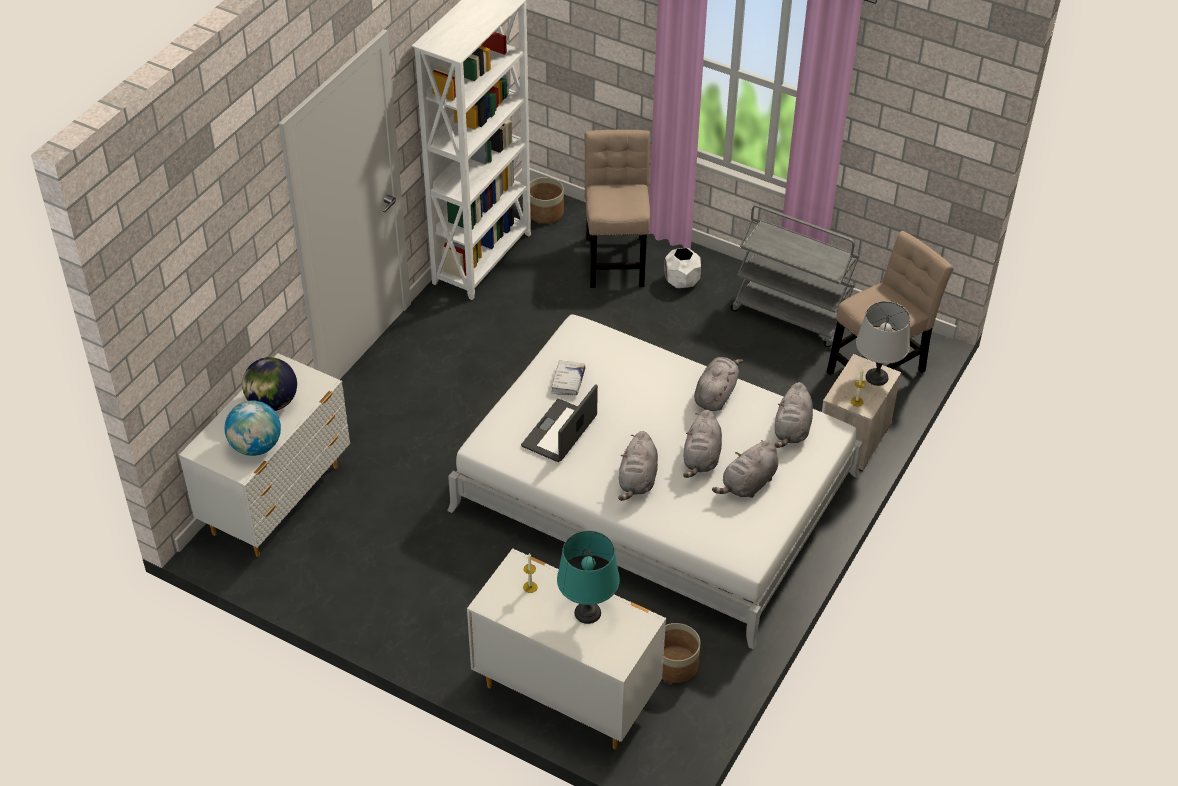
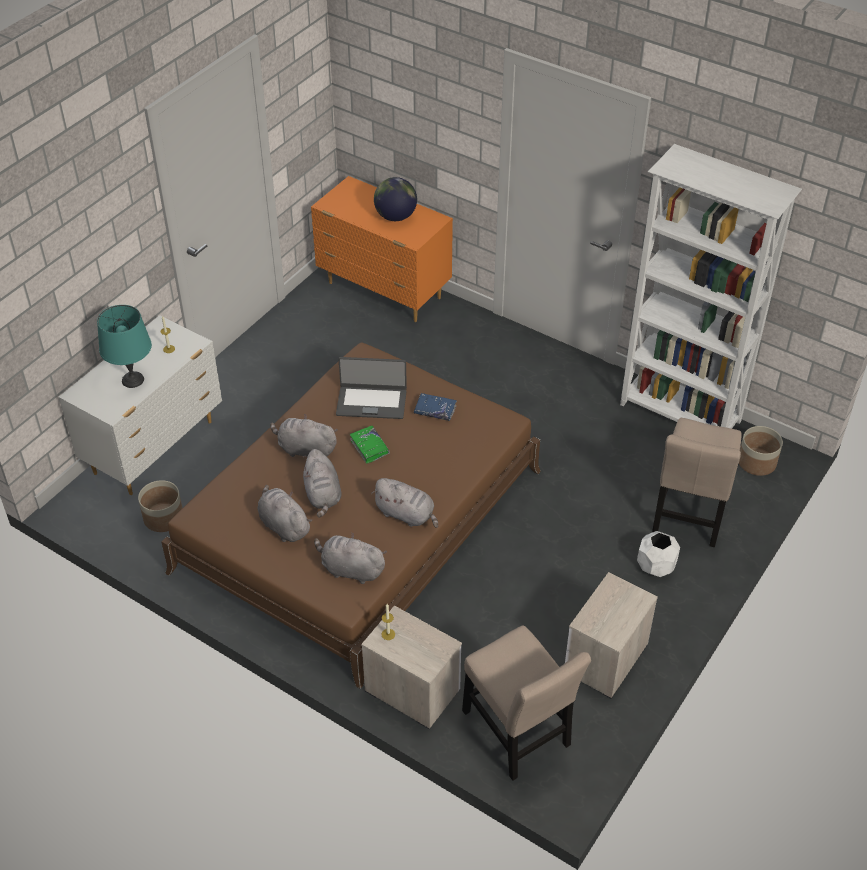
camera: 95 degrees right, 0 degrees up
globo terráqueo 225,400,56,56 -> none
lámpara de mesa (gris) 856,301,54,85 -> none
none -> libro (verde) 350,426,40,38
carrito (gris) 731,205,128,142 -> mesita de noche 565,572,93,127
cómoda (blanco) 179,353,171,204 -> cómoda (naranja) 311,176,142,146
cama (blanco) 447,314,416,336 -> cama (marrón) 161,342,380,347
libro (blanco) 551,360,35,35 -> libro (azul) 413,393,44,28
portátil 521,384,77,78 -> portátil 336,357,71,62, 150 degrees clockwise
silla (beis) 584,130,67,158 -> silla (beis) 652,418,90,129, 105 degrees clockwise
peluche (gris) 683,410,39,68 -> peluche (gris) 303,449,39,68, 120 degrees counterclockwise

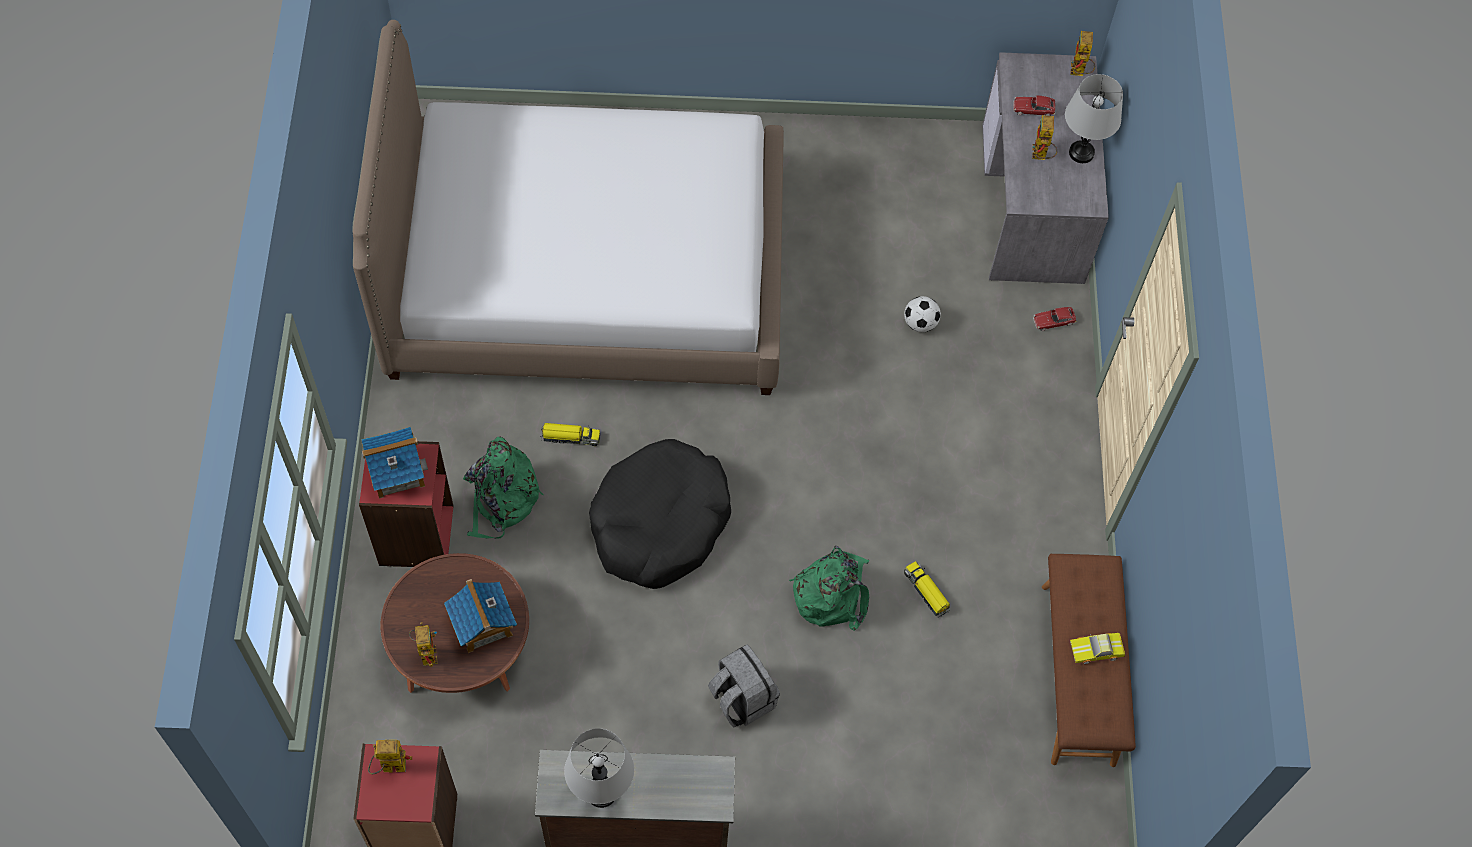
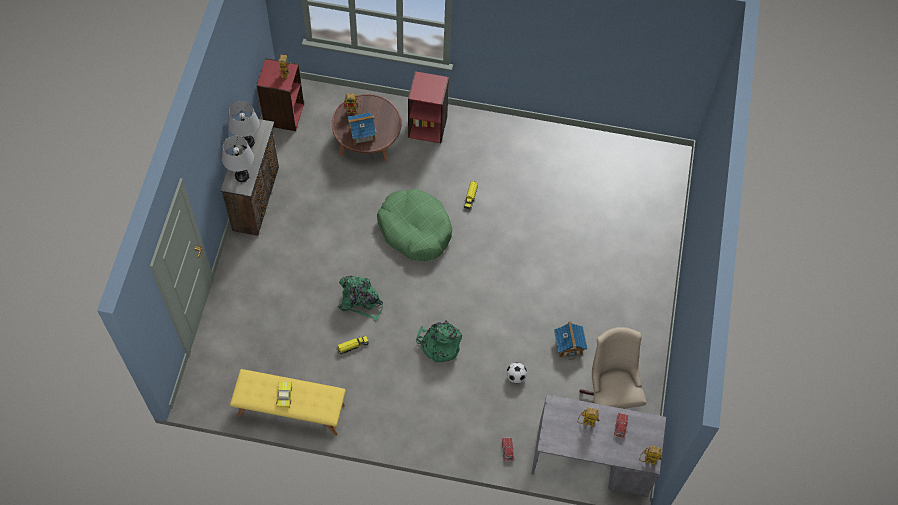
camera: 100 degrees right, 0 degrees up
cama 352,20,432,375 -> none
mochila (gris) 708,644,72,83 -> none
none -> silla de oficina (beis) 579,327,68,82
casita 361,427,67,72 -> casita 554,321,34,39, moved
mochila (verde) 463,437,81,102 -> mochila (verde) 416,321,46,42, moved
lámpara de mesa (gris) 1065,74,58,89 -> lámpara de mesa (gris) 222,136,32,46, moved
cama para perro (negro) 589,439,142,150 -> cama para perro (verde) 377,189,75,72
banco (marrón) 1042,554,94,213 -> banco (amarillo) 230,369,116,67

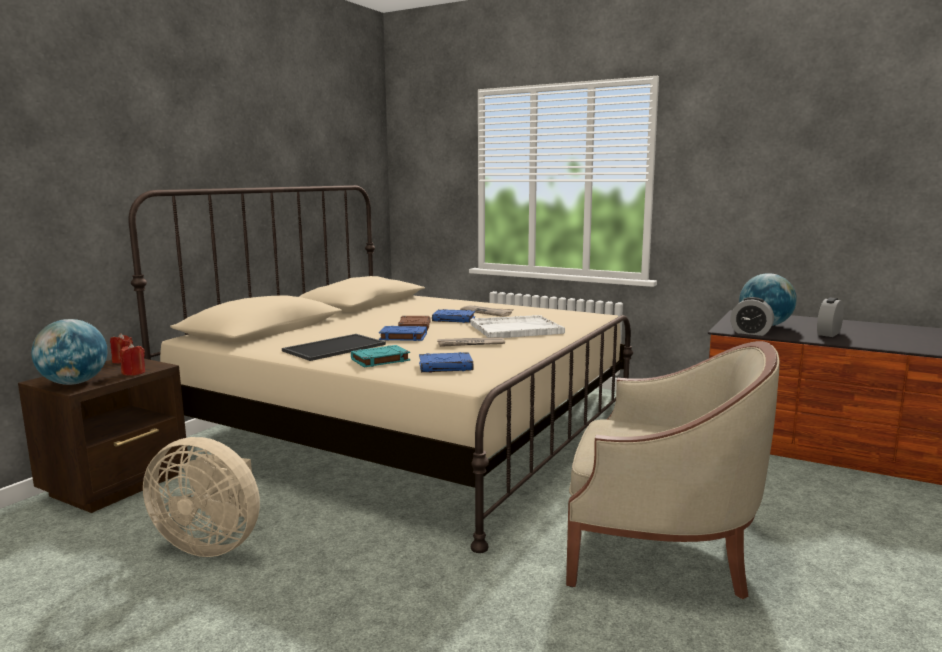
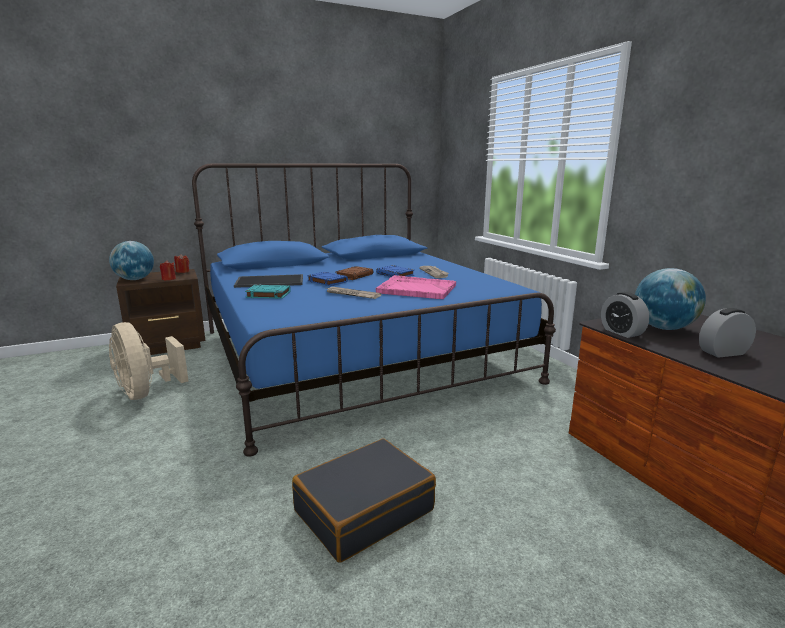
camera: 35 degrees right, 5 degrees up
libro (azul) 419,352,54,21 -> none
sillón (beis) 566,341,214,258 -> maleta (negro) 292,439,144,124
cama (beis) 128,185,505,368 -> cama (azul) 192,163,364,294
bandeja (blanco) 470,315,95,23 -> bandeja (rosa) 376,275,80,24

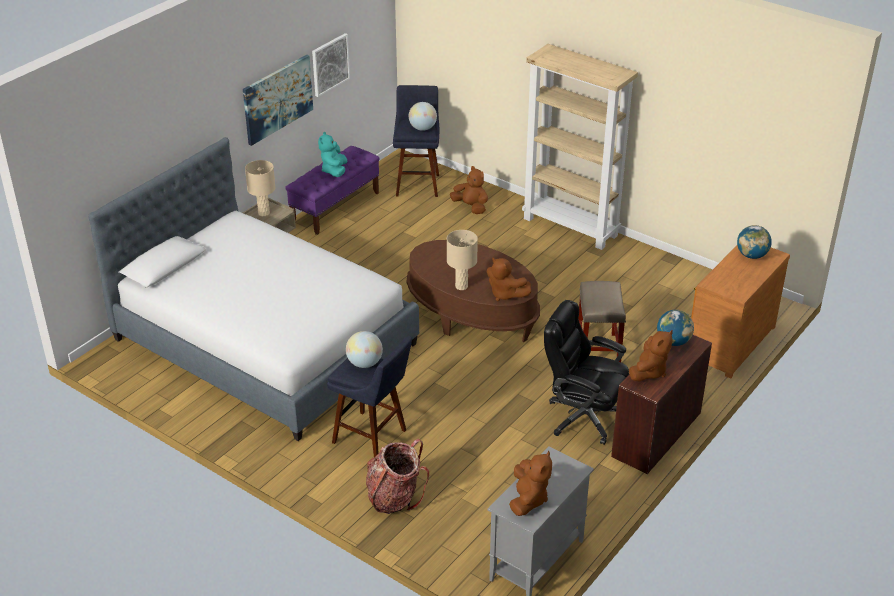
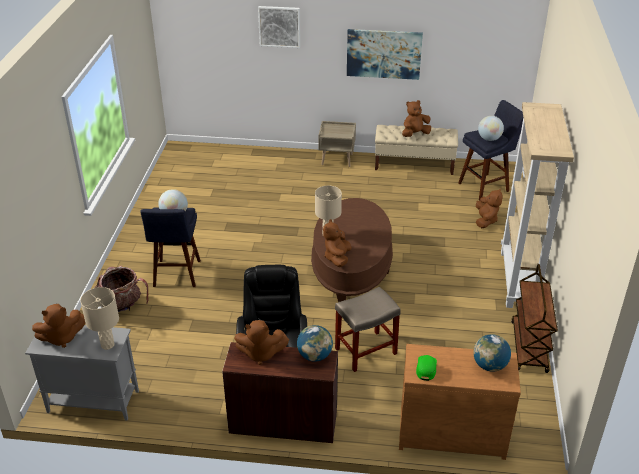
camera: 60 degrees right, 0 degrees up
cama 88,137,331,304 -> none
none -> gorra (verde) 416,355,21,26
none -> carrito (marrón) 511,264,47,109
lámpara de mesa (beis) 245,160,31,56 -> lámpara de mesa (beis) 80,287,39,63, moved
cuadro 312,33,38,64 -> cuadro 258,6,42,42, moved
banco (morado) 285,146,95,89 -> banco (beis) 375,125,83,50
peluche (turquesa) 318,132,29,45 -> peluche (marrón) 402,100,29,37

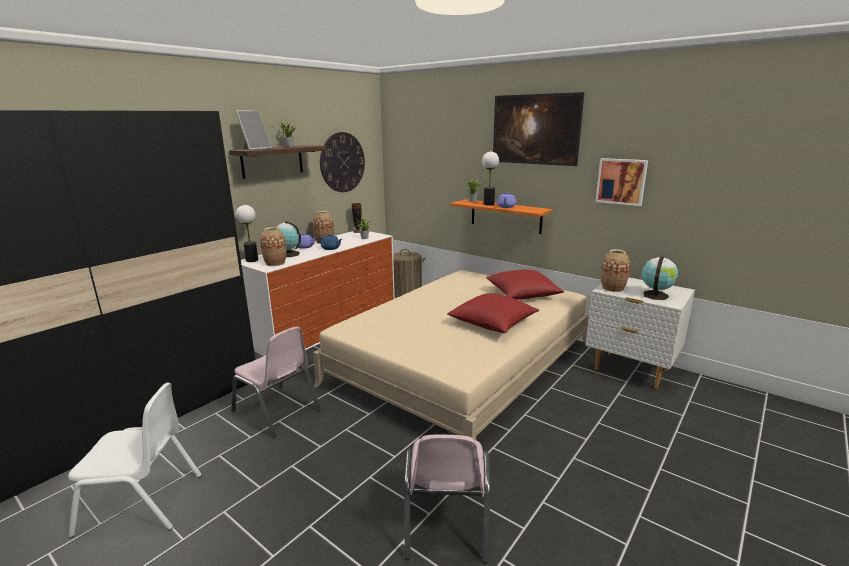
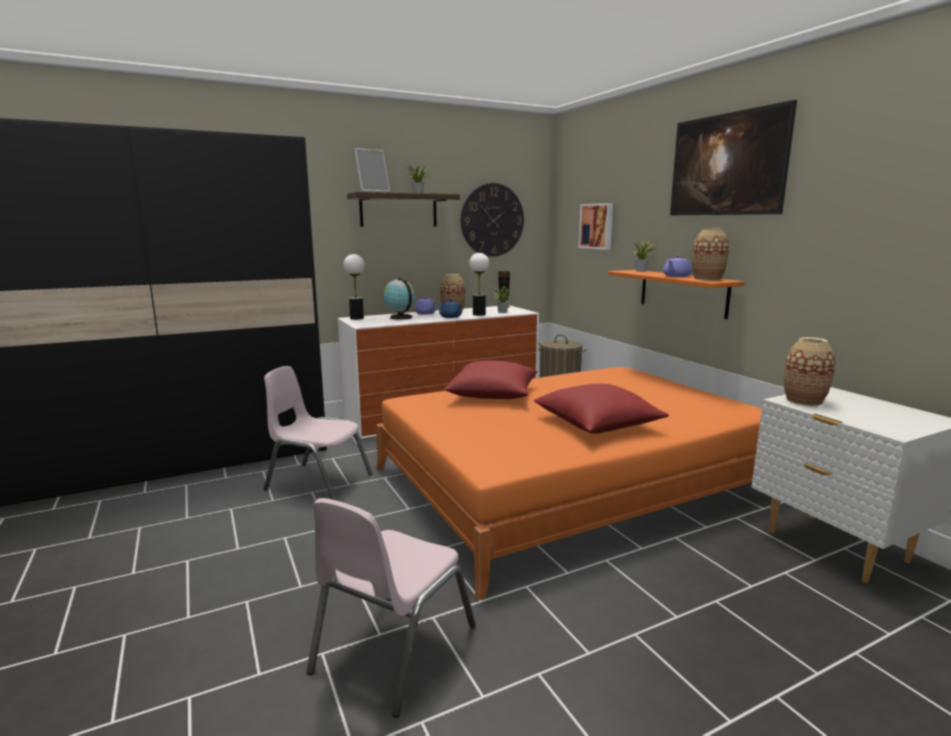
camera: 25 degrees right, 5 degrees down
silla (blanco) 68,383,134,155 -> none
globo terráqueo 641,257,37,43 -> none
florero 260,227,26,39 -> florero 692,228,37,53, moved
lámpara de mesa 482,151,17,55 -> lámpara de mesa 469,253,20,63, moved
cojín (rojo) 486,270,78,30 -> cojín (rojo) 444,361,93,38, moved
cuadro 595,158,53,48 -> cuadro 578,203,35,47, moved
cama (beis) 313,270,276,170 -> cama (naranja) 375,367,387,233
silla (rosa) 231,327,90,111 -> silla (rosa) 264,366,109,135, 135 degrees clockwise

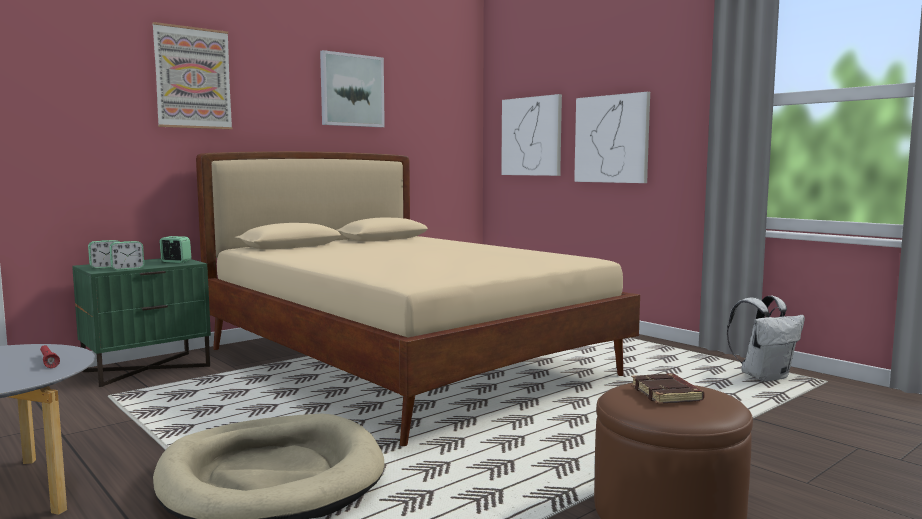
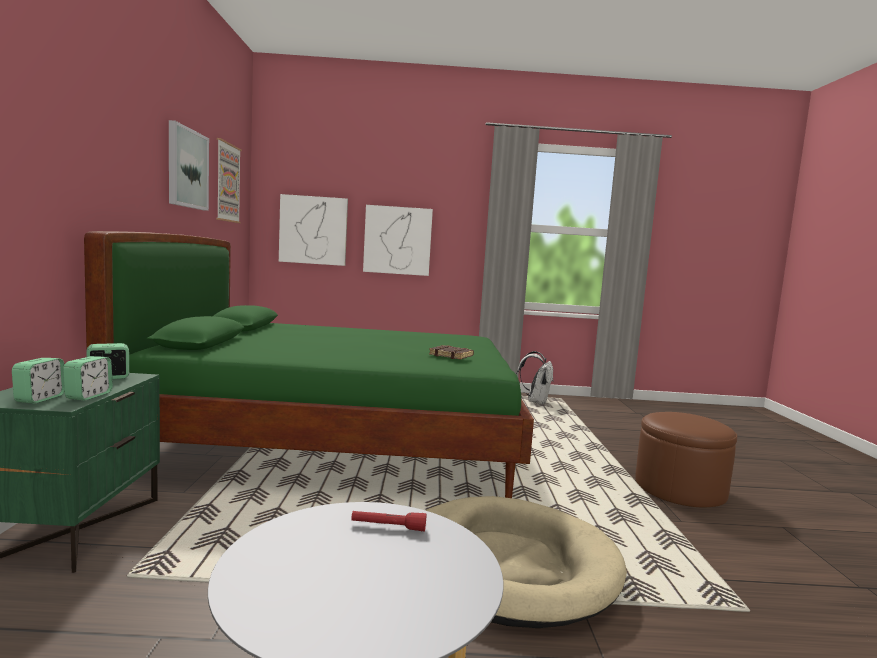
camera: 50 degrees left, 0 degrees up
cuadro 152,22,80,107 -> cuadro 216,138,26,85, moved
libro (marrón) 631,373,74,31 -> libro (marrón) 429,345,45,14, moved
cama (beis) 196,151,444,295 -> cama (verde) 84,231,450,267

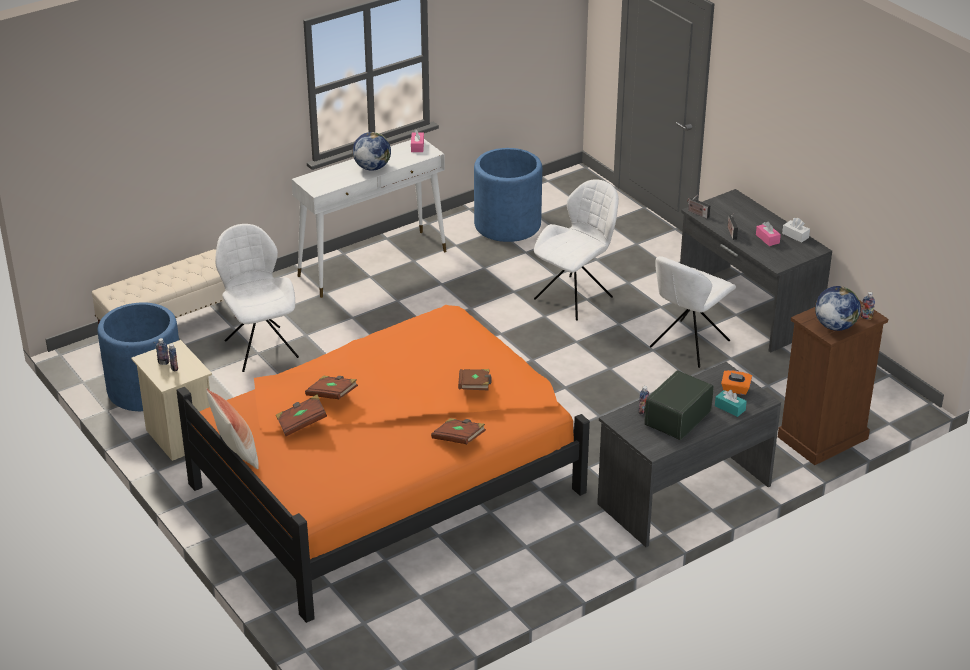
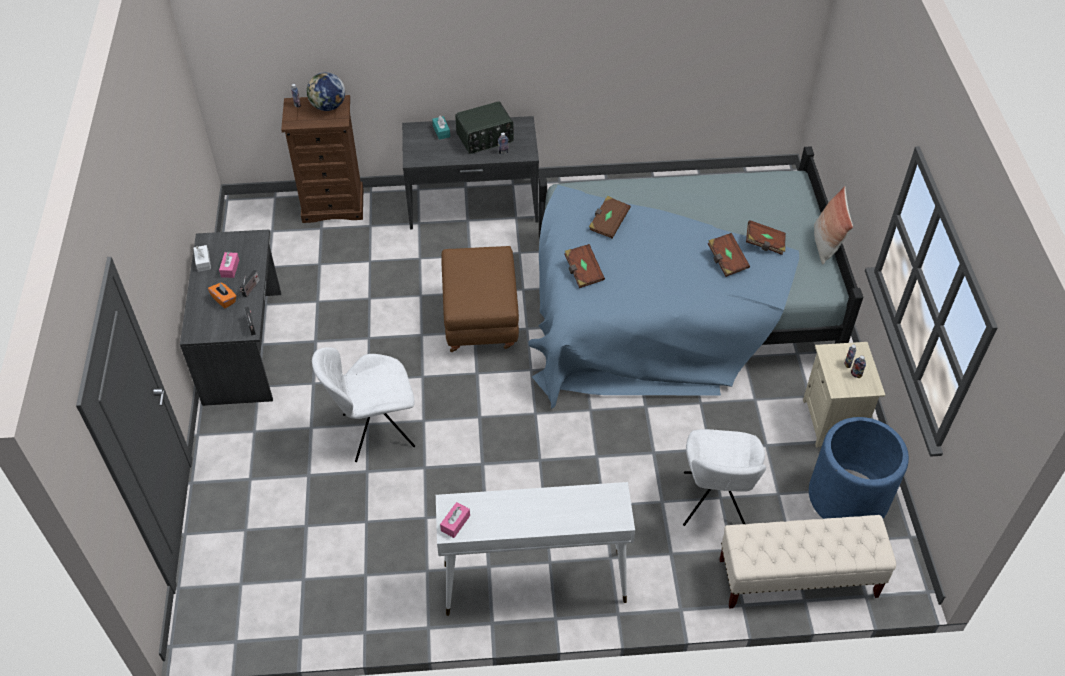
camera: 150 degrees left, 15 degrees up
globo terráqueo 353,132,38,39 -> none
maceta (azul) 474,148,68,94 -> none
silla (blanco) 650,256,86,112 -> none
none -> puf (marrón) 441,246,78,106
libro (marrón) 431,418,55,26 -> libro (marrón) 564,244,41,44, moved
caja de pañuelos (naranja) 721,370,31,25 -> caja de pañuelos (naranja) 208,282,28,27, moved
cama (naranja) 176,305,414,318 -> cama (azul) 528,146,335,263

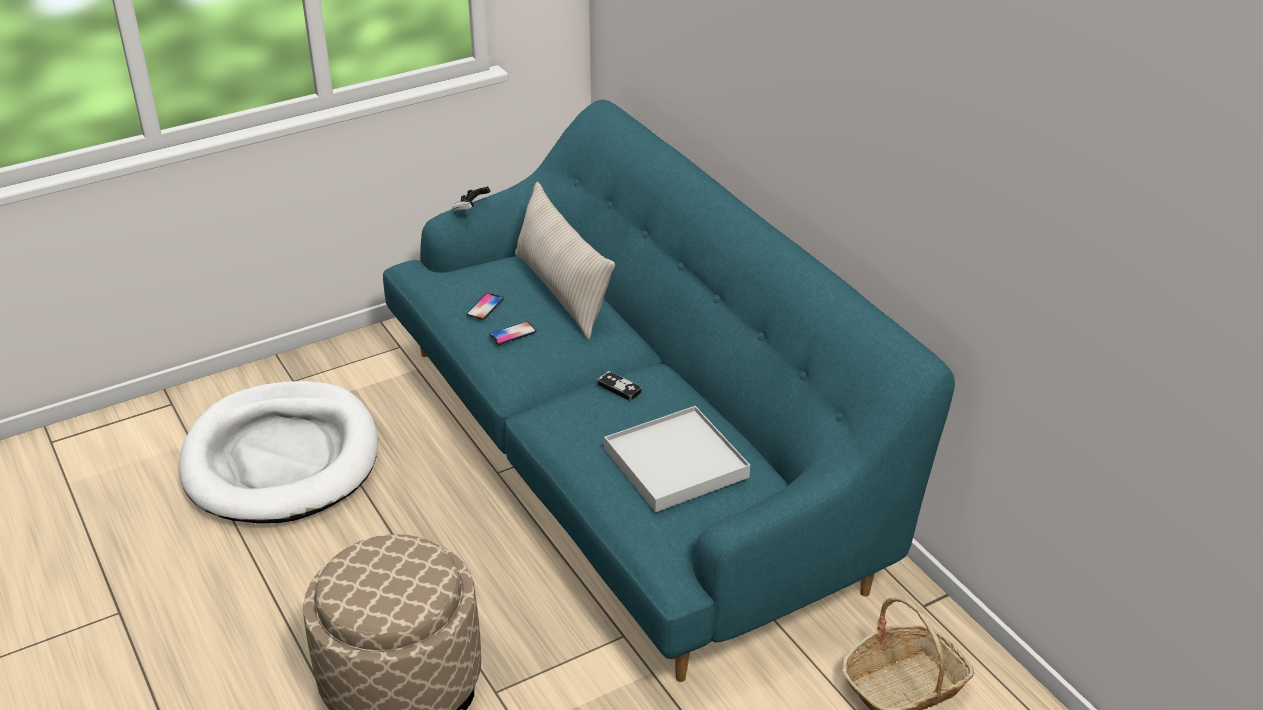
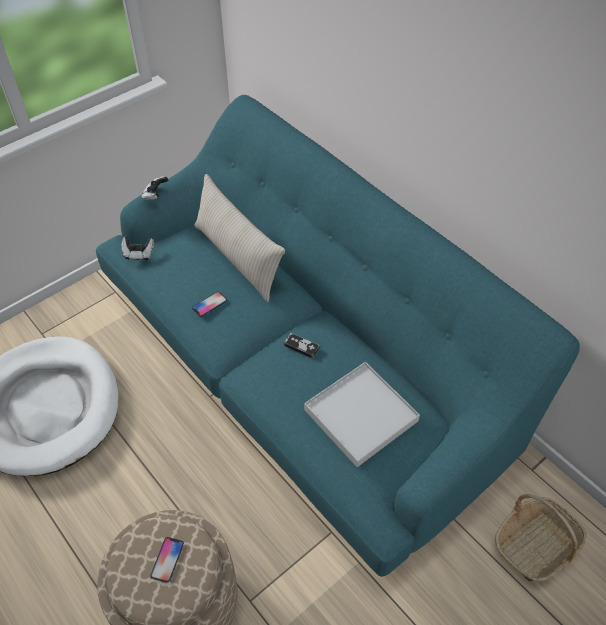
camera: 10 degrees left, 15 degrees up
none -> mando de consola 122,237,32,23
móvil 466,293,38,27 -> móvil 150,537,34,46, moved

